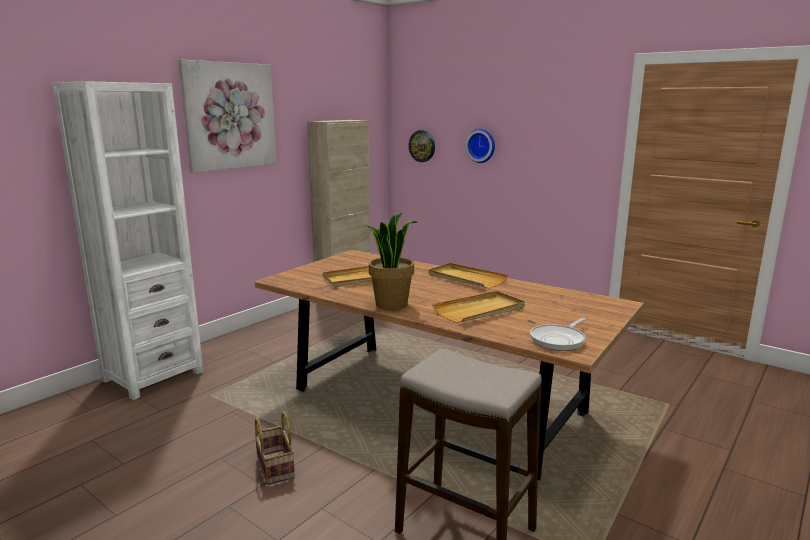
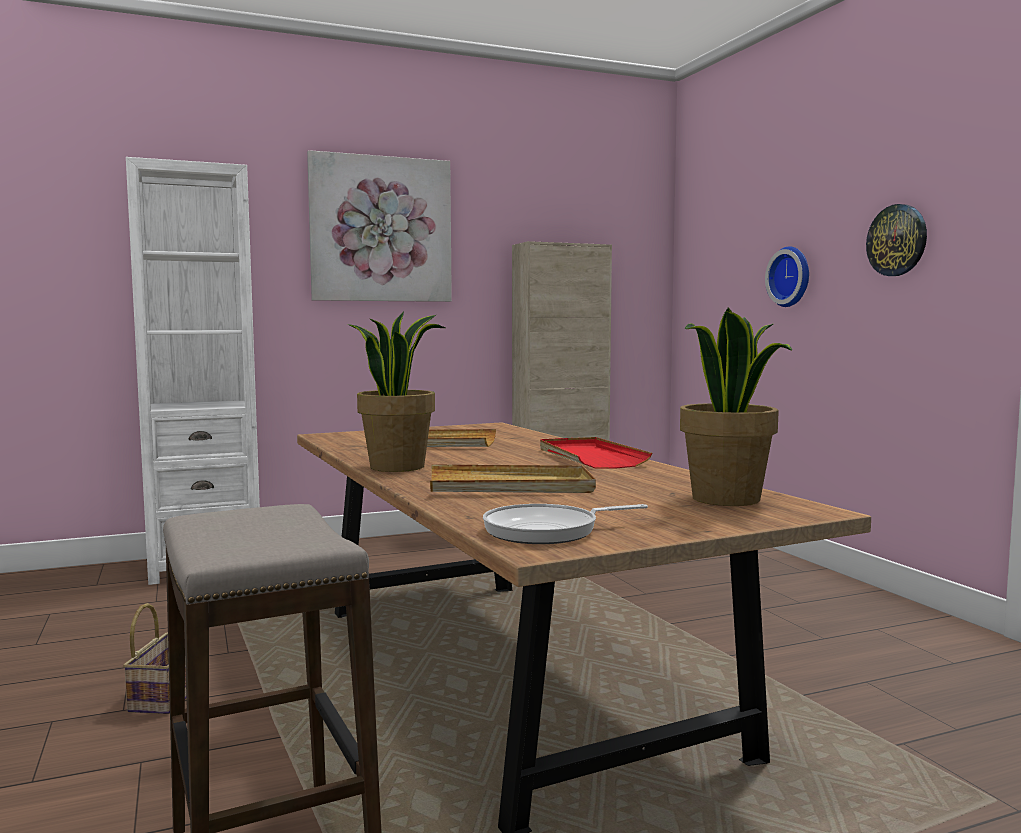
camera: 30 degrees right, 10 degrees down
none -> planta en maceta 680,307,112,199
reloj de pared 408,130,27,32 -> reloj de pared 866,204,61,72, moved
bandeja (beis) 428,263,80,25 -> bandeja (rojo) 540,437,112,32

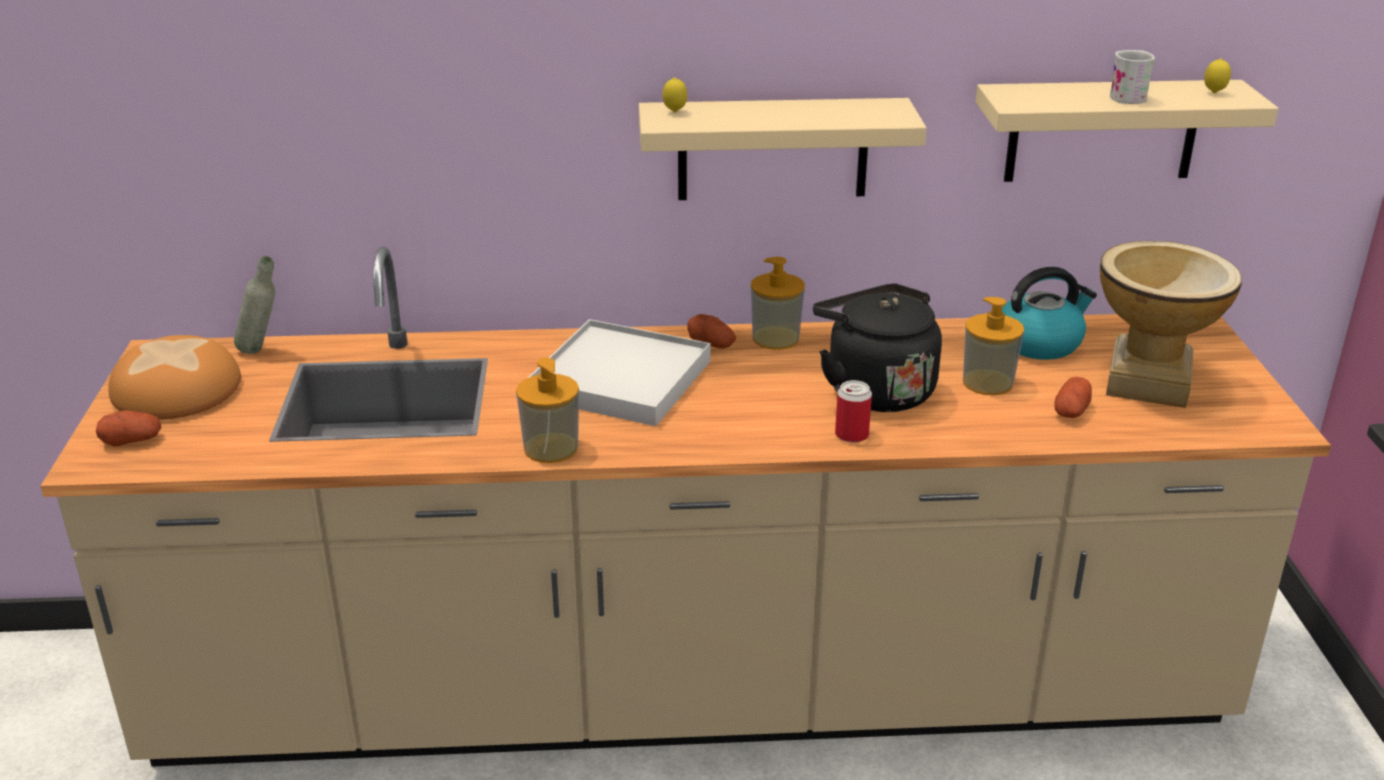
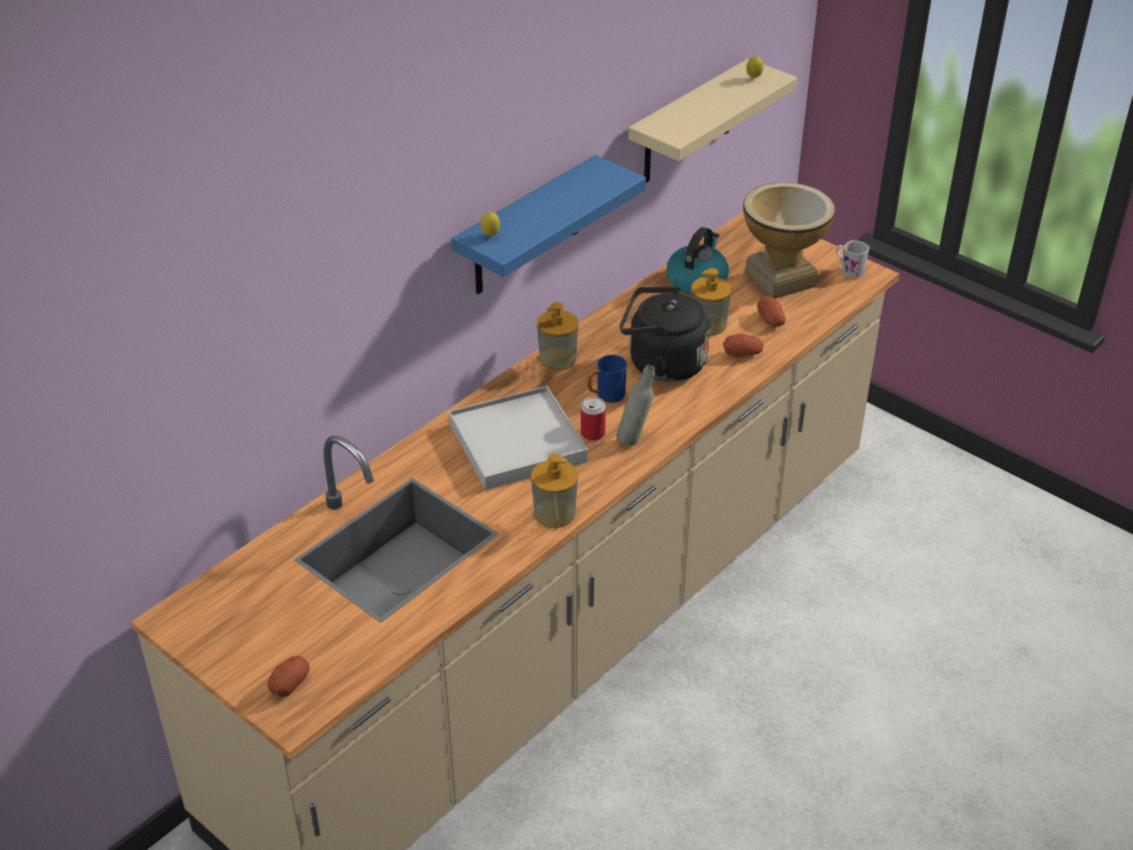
camera: 45 degrees left, 10 degrees up
pan 108,335,133,85 -> none
none -> taza grande (azul) 587,355,40,48
botella (gris) 234,256,41,98 -> botella (gris) 616,365,39,81, moved
patata 687,314,49,35 -> patata 724,334,39,23, moved
lata 835,380,37,63 -> lata 581,397,25,44, moved
taza grande (blanco) 1110,50,45,54 -> taza grande (blanco) 836,240,34,38, moved
estante (beis) 639,98,288,102 -> estante (azul) 451,155,195,139

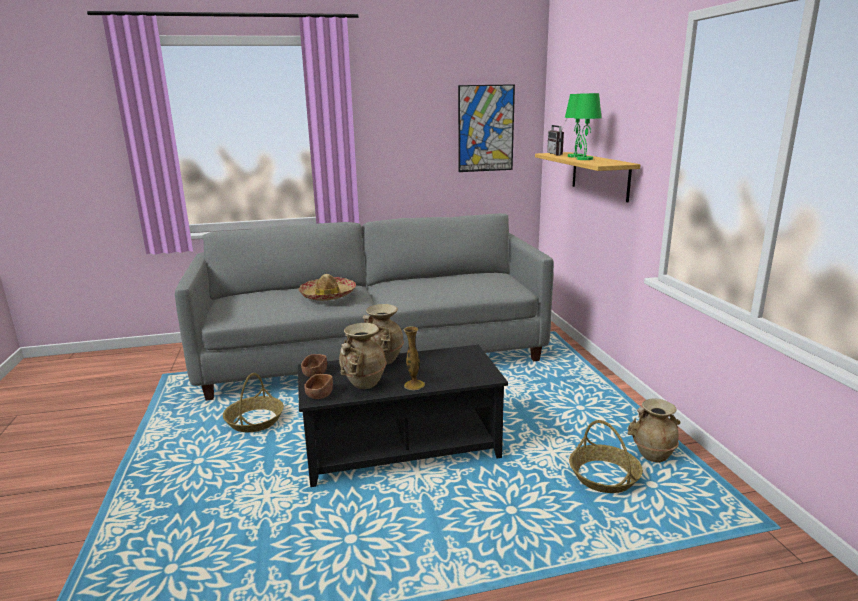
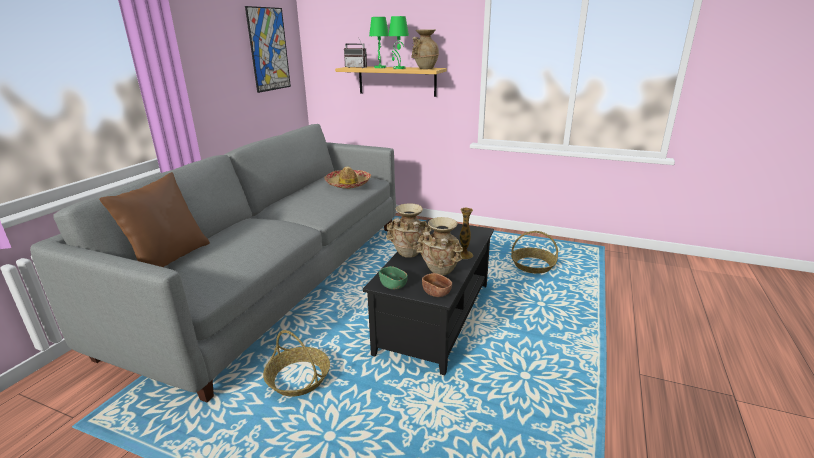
camera: 55 degrees left, 5 degrees up
none -> cojín (marrón) 99,172,111,95
sombrero 299,274,57,27 -> sombrero 324,166,47,23, moved
florero (beis) 627,399,53,64 -> florero (beis) 412,29,27,40, moved
cuenco (marrón) 301,354,26,23 -> cuenco (verde) 379,266,29,23

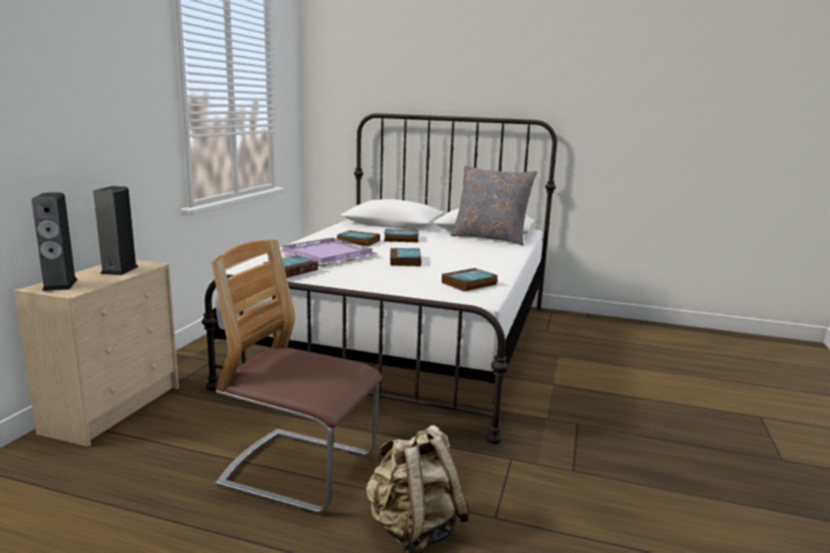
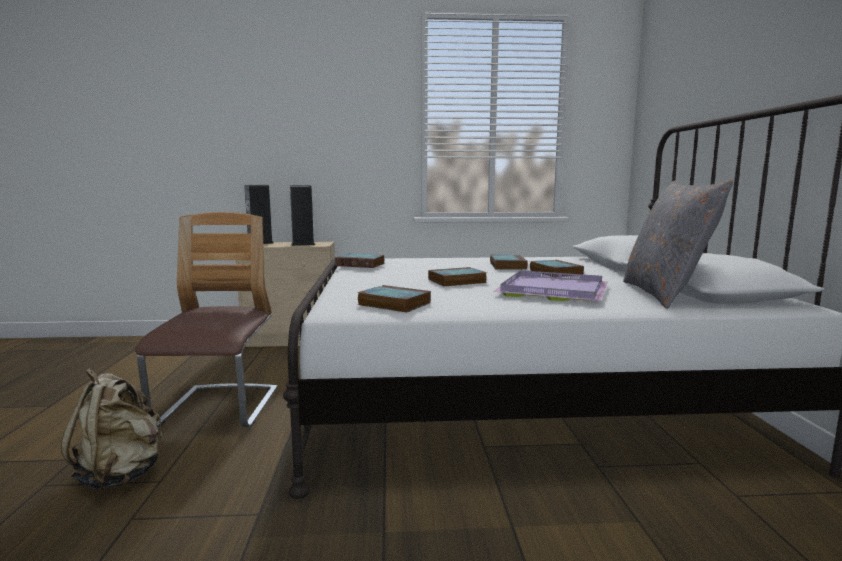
camera: 70 degrees right, 5 degrees down
bandeja (morado) 280,238,98,28 -> bandeja (morado) 493,270,115,31, moved

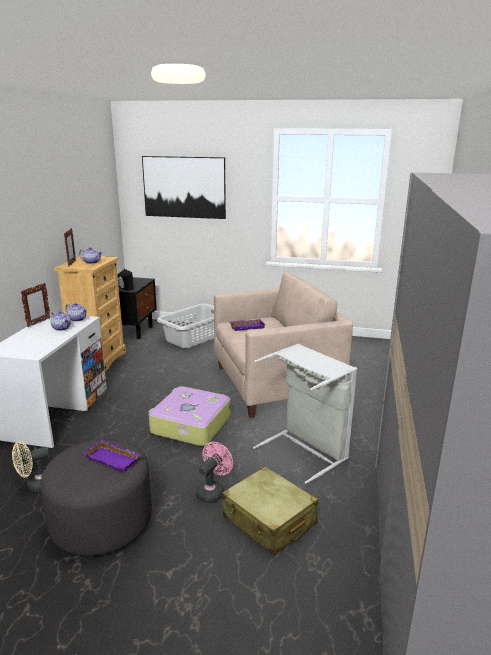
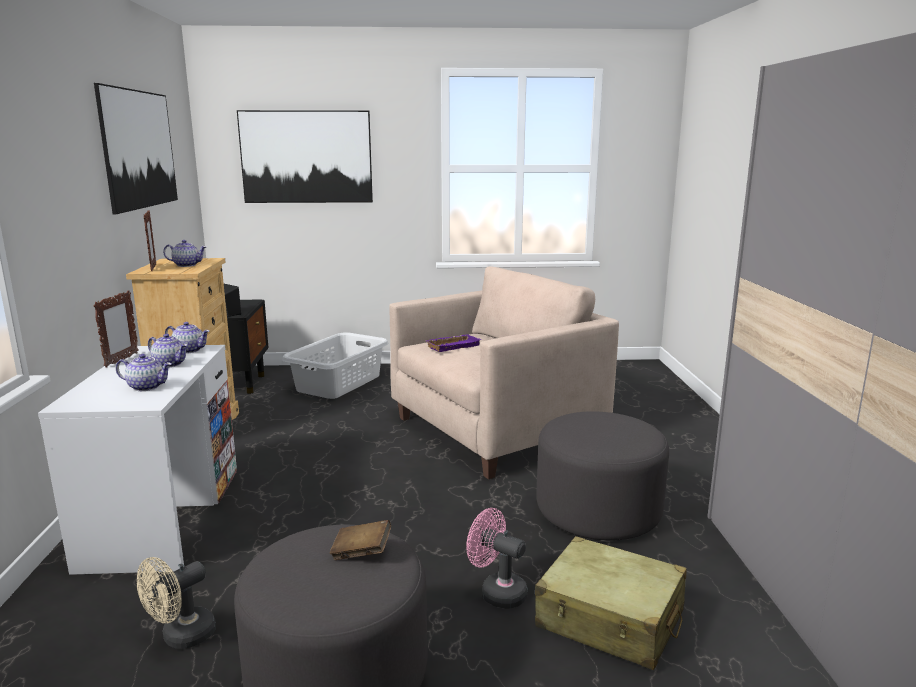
camera: 15 degrees left, 5 degrees down
maleta 149,386,82,60 -> none
none -> cuadro 94,83,84,131
none -> tetera 116,354,56,37
bandeja (morado) 83,440,58,33 -> libro (marrón) 330,520,61,40
cesto de la ropa (gris) 253,344,104,140 -> puf (gris) 536,411,133,130
ventilador (rosa) 196,442,37,61 -> ventilador (rosa) 466,508,62,101, 75 degrees counterclockwise

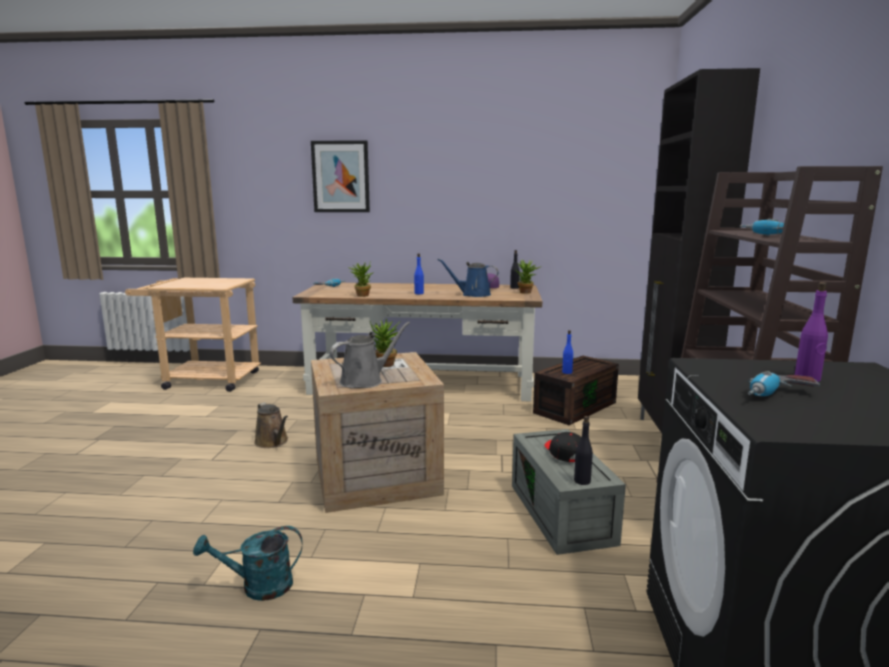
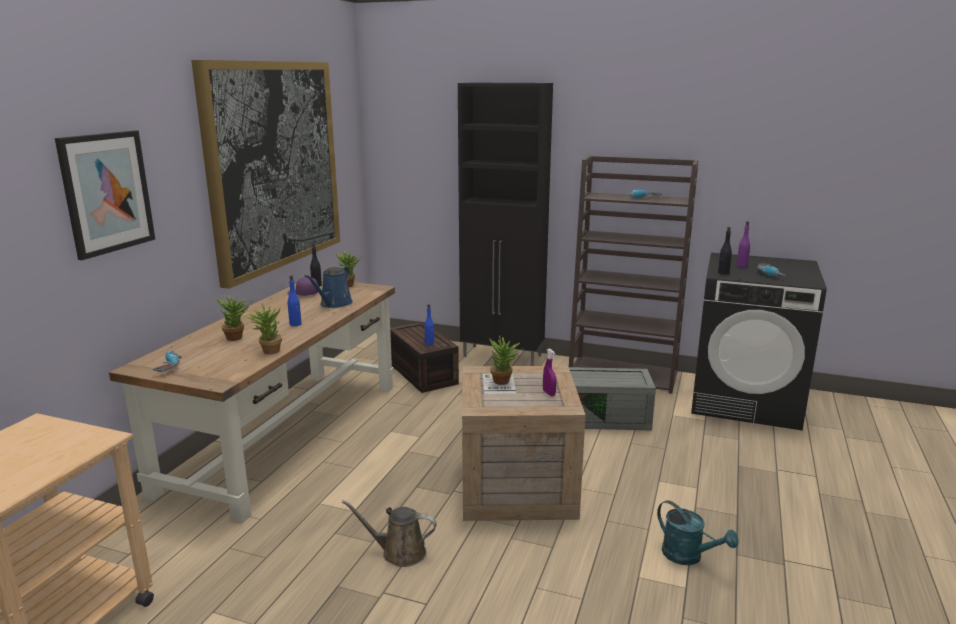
camera: 75 degrees left, 5 degrees up
gorra (negro) 545,432,36,30 -> none
none -> cuadro 191,60,149,229
none -> planta en maceta 216,295,37,46
botella (negro) 574,416,19,69 -> botella (negro) 718,227,14,48, moved
regadera (gris) 330,322,80,66 -> pulverizador (morado) 543,348,13,48
regadera (turquesa) 193,526,109,75 -> regadera (turquesa) 657,500,82,65, 45 degrees counterclockwise
regadera (marrón) 254,403,34,45 -> regadera (marrón) 342,500,95,67, 150 degrees counterclockwise

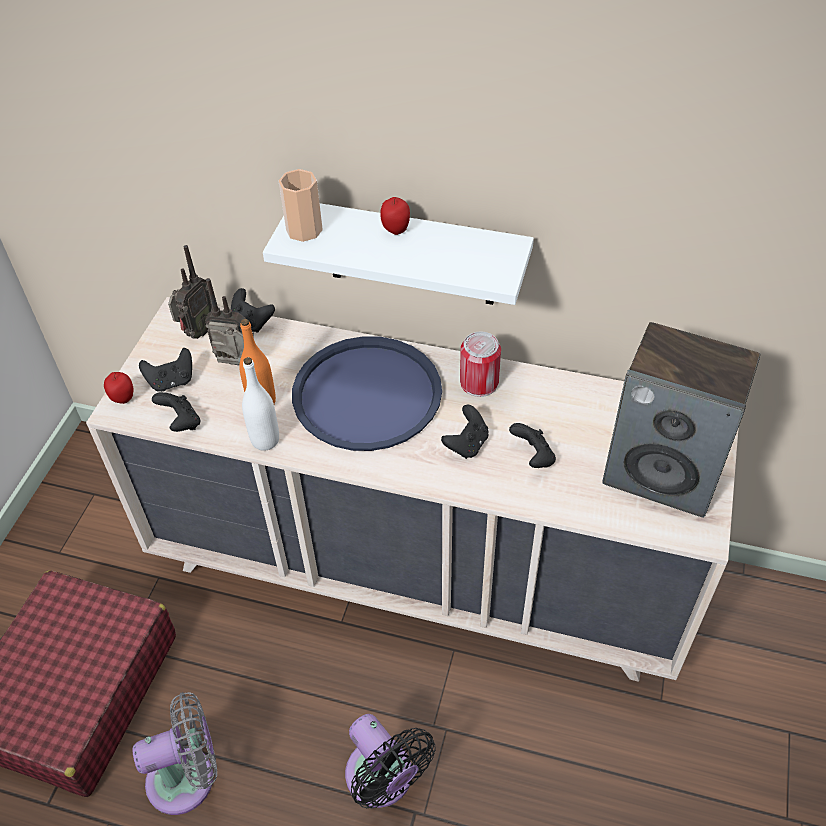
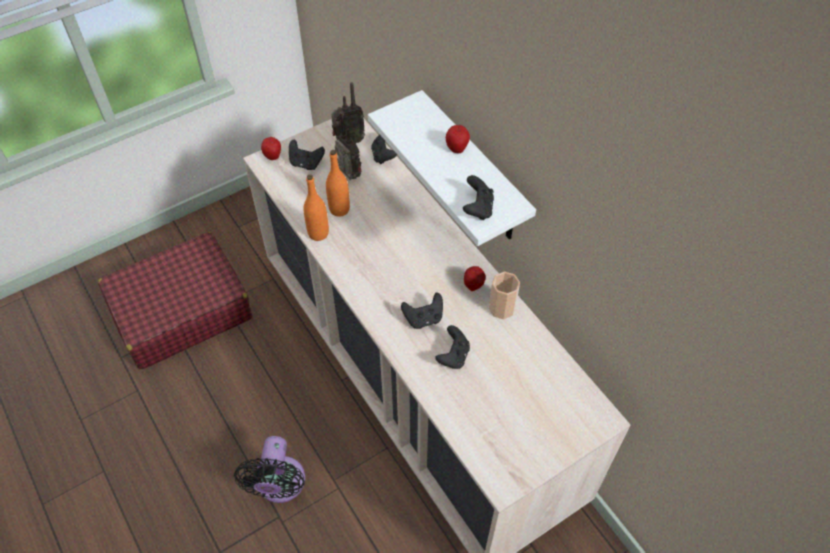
camera: 40 degrees right, 5 degrees up
ventilador (gris) 132,692,85,123 -> none
bandeja (azul) 292,336,150,115 -> none
altavoz 602,322,158,196 -> none
mando de consola (negro) 152,392,48,40 -> mando de consola (negro) 463,175,31,45, moved
taza 279,169,44,73 -> taza 489,272,31,47, moved
lata 460,332,41,65 -> manzana 464,266,21,25
botella (blanco) 242,357,37,94 -> botella (naranja) 303,175,26,66

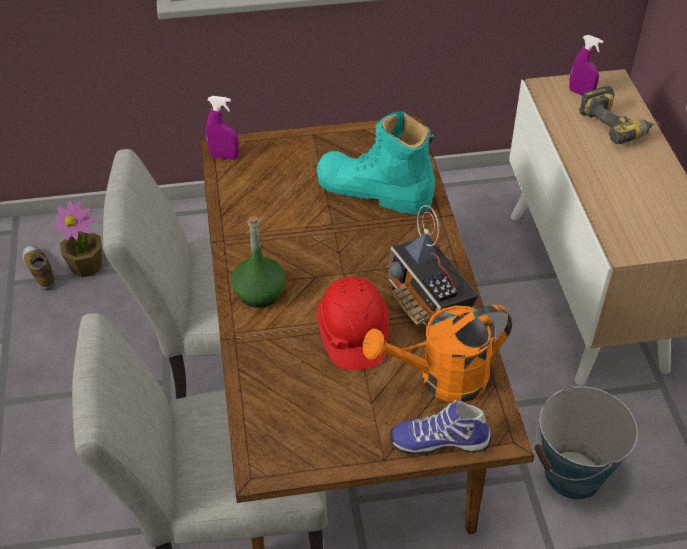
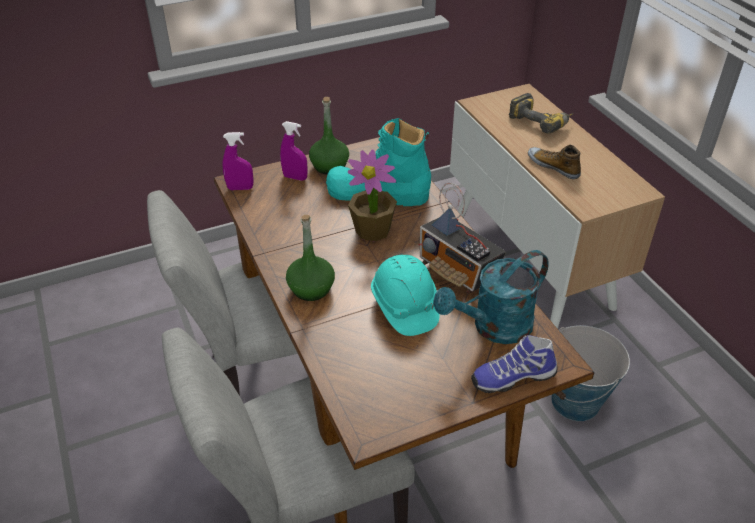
camera: 15 degrees left, 5 degrees down
none -> botella (verde) 309,97,40,77
zapato 23,246,32,45 -> zapato 528,145,53,34, moved
planta en maceta 53,201,49,76 -> planta en maceta 348,150,49,92, moved
pulverizador (morado) 569,35,34,61 -> pulverizador (morado) 280,121,27,60, moved
casco (rojo) 317,277,72,93 -> casco (turquesa) 371,255,69,81
regadera (naranja) 363,305,149,97 -> regadera (turquesa) 433,250,116,94

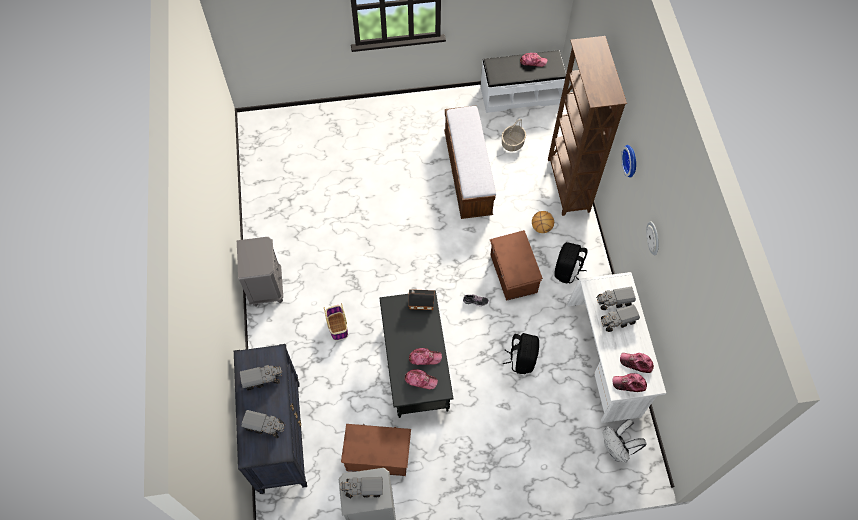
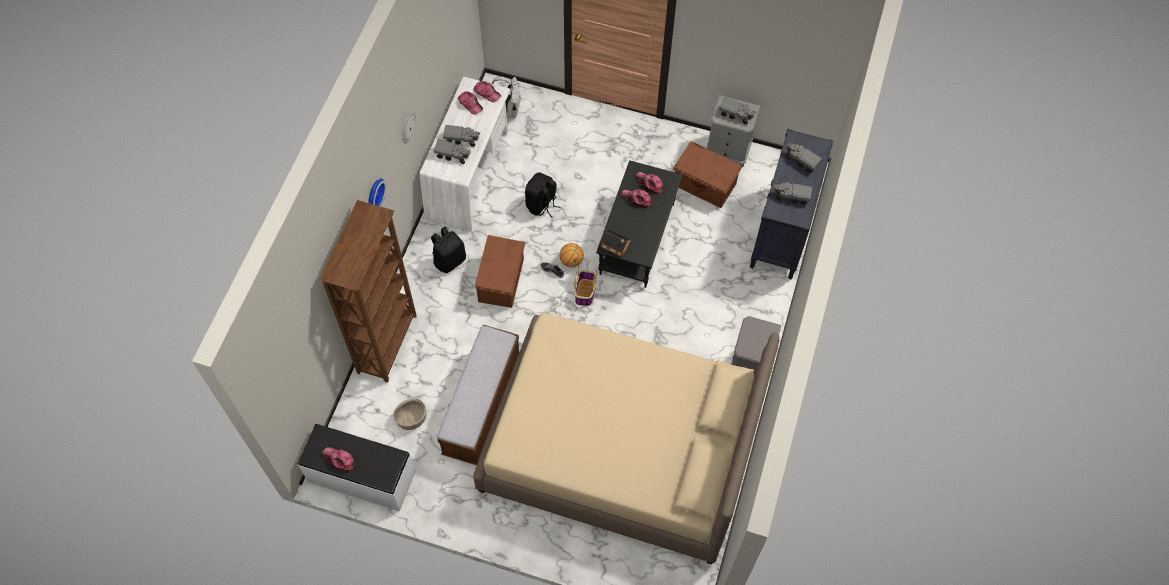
camera: 155 degrees left, 0 degrees up
none -> cama (beis) 473,313,306,251
cesta 324,303,24,37 -> cesta 575,266,22,40, moved
balón de baloncesto 532,211,22,22 -> balón de baloncesto 559,243,25,24, moved

